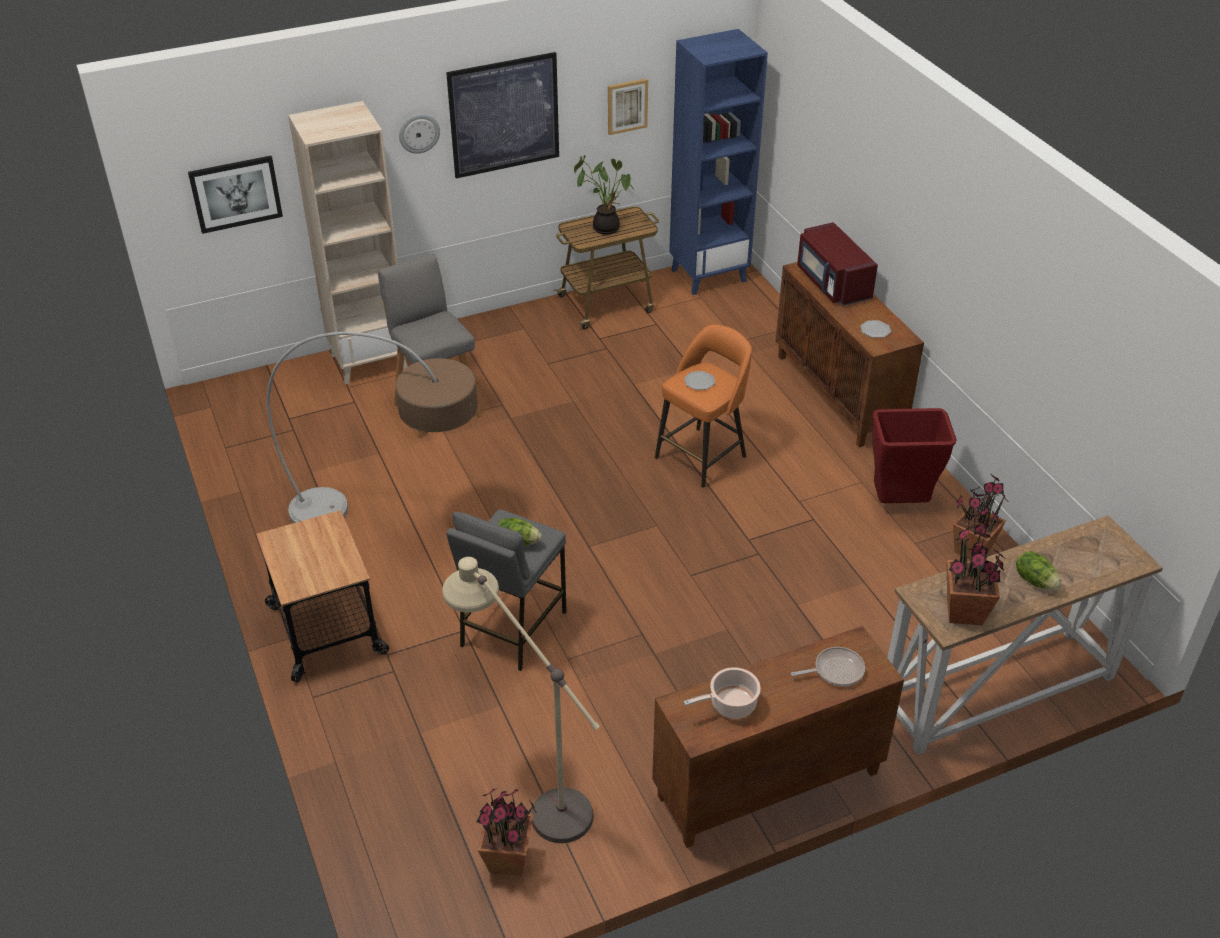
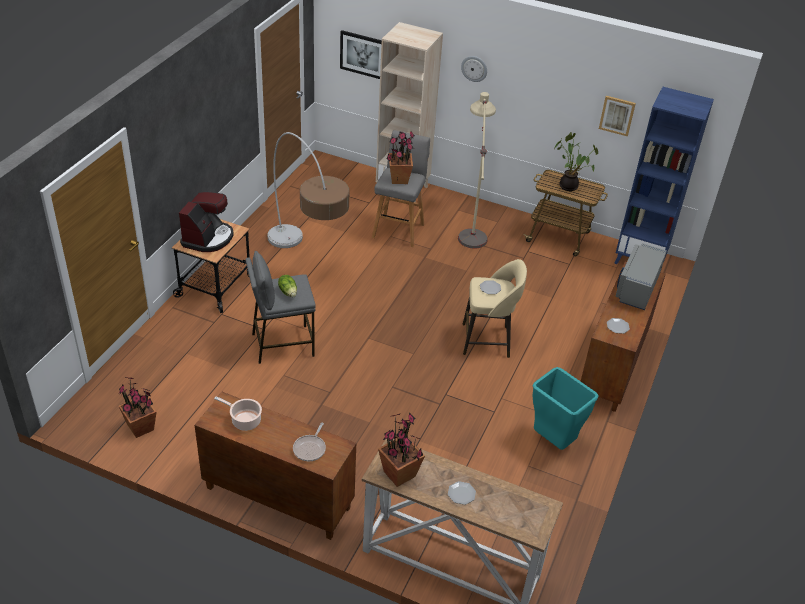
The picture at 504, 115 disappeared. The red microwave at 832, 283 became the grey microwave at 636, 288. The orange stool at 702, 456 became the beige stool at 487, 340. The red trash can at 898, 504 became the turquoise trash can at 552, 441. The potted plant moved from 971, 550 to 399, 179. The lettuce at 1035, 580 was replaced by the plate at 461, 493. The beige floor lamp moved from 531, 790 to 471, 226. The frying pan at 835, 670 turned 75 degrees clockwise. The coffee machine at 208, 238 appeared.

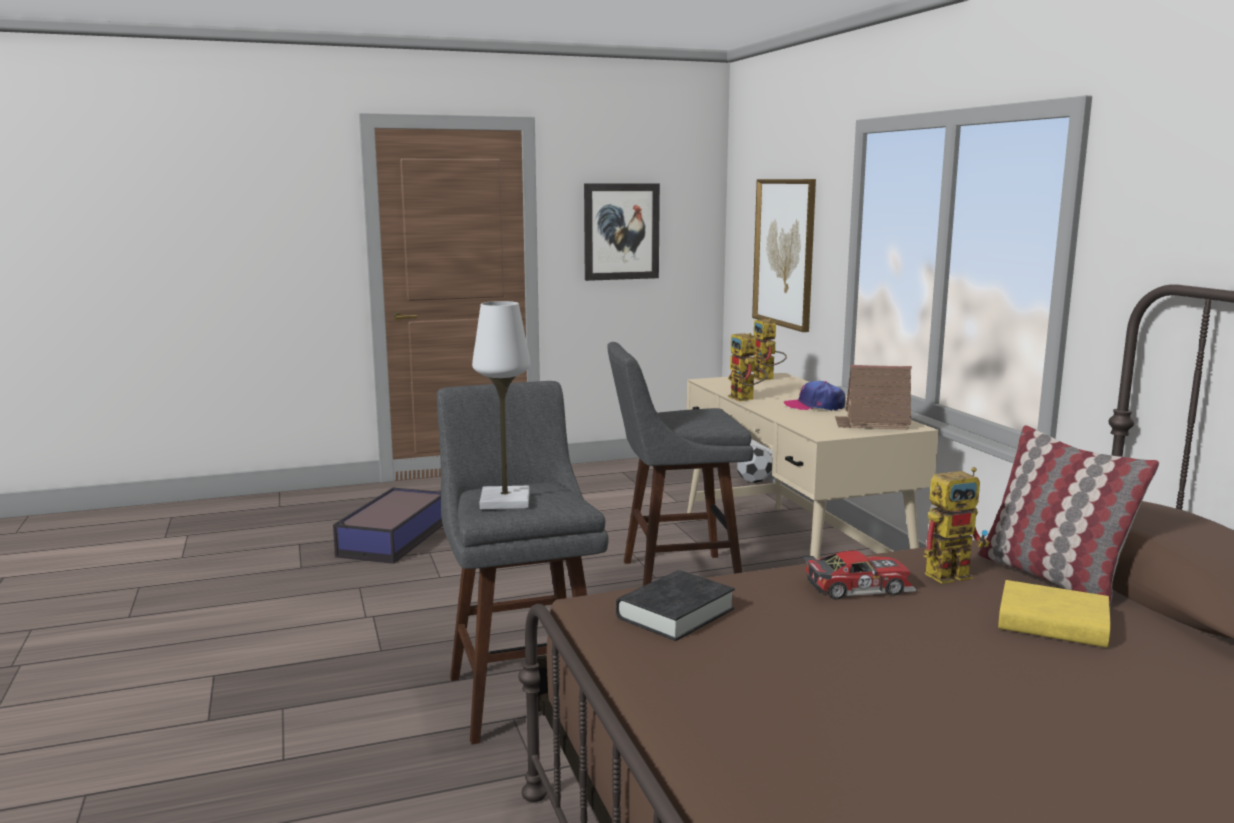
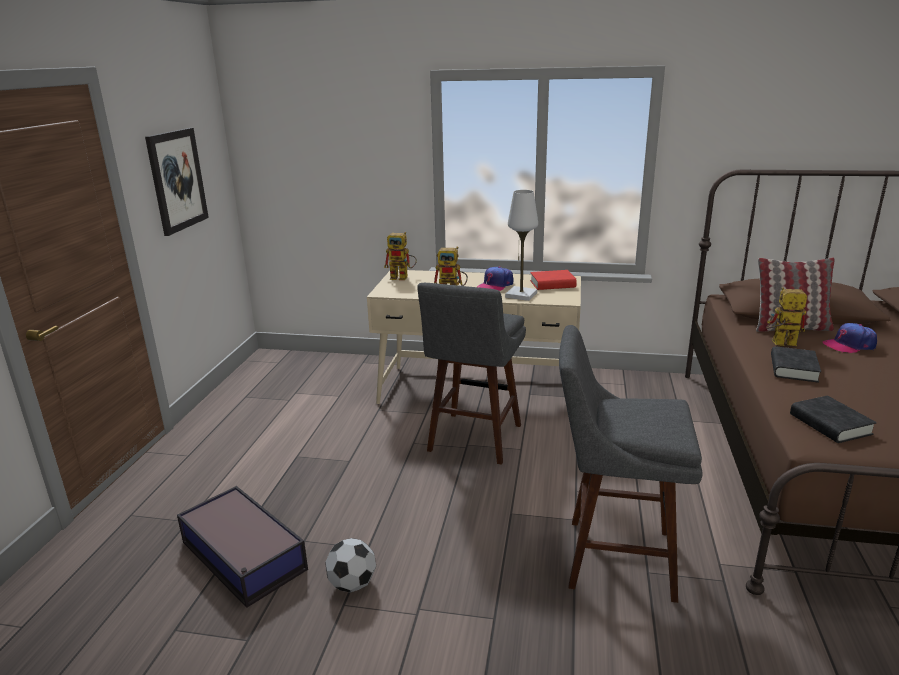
The picture at 784, 253 disappeared. The white table lamp moved from 505, 501 to 521, 295. The toy house at 872, 423 was replaced by the red book at 552, 284. The football moved from 753, 481 to 352, 584. The toy robot at 953, 573 turned 90 degrees counterclockwise. The toy car at 856, 586 was replaced by the black book at 793, 369. The yellow book at 1052, 624 was replaced by the cap at 849, 345.

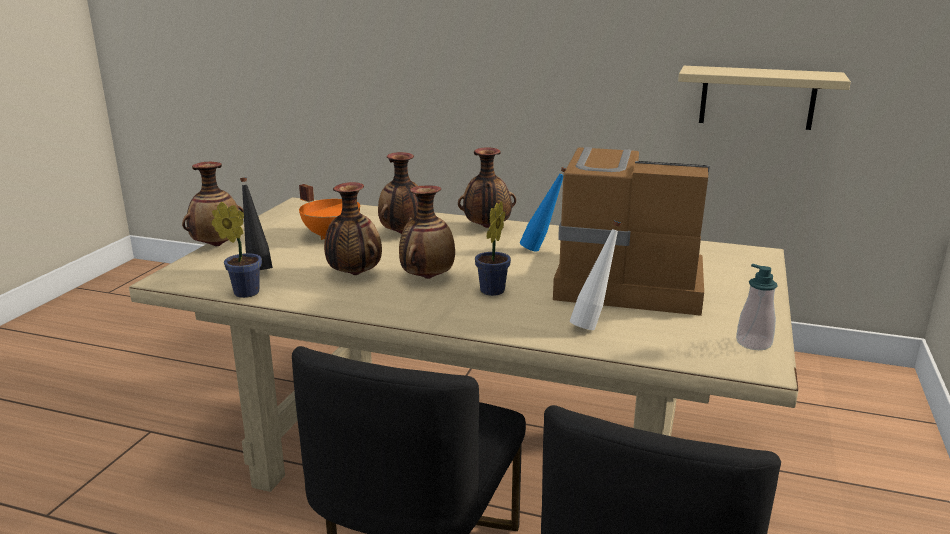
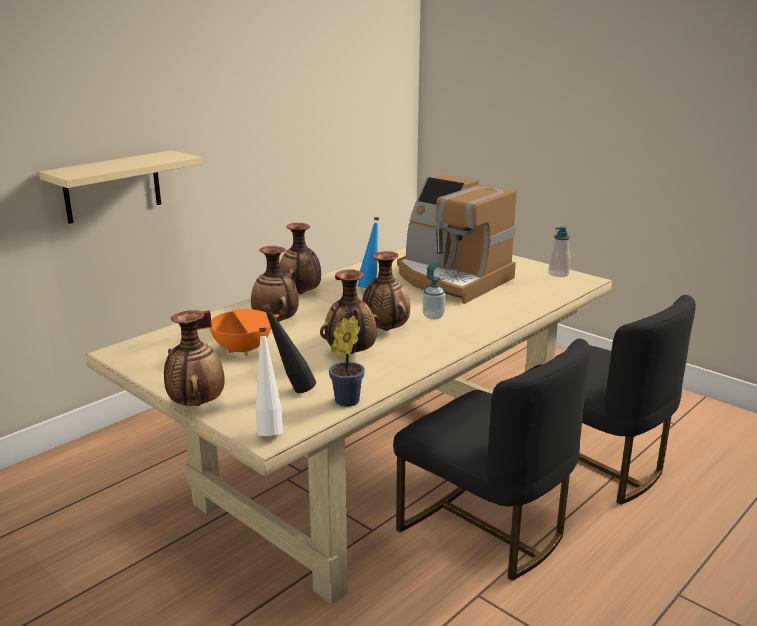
The beige shelf moved from 757, 97 to 112, 187. The coffee machine at 626, 282 turned 90 degrees counterclockwise. The potted plant at 490, 292 was replaced by the soap dispenser at 433, 316. The white bottle moved from 593, 325 to 269, 429.

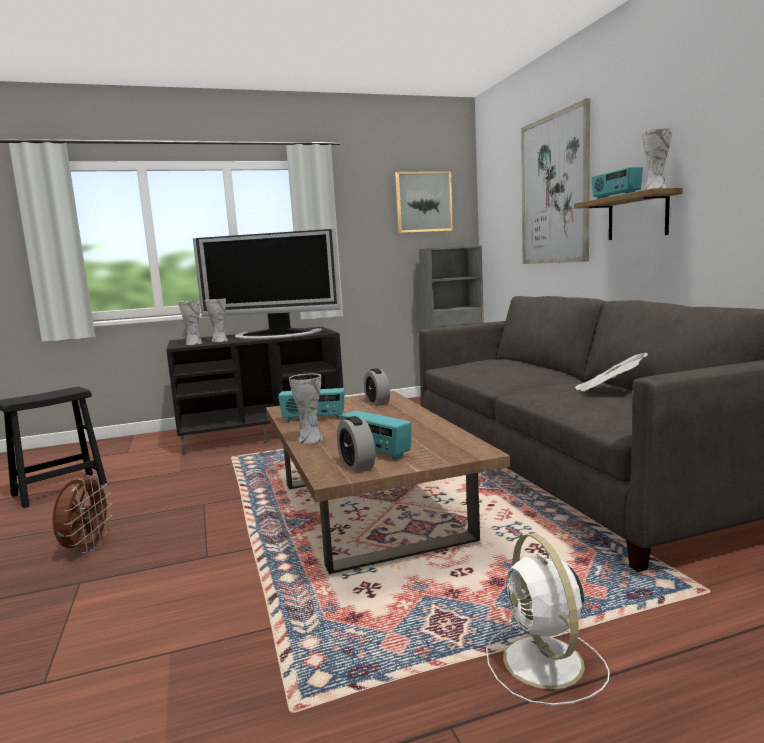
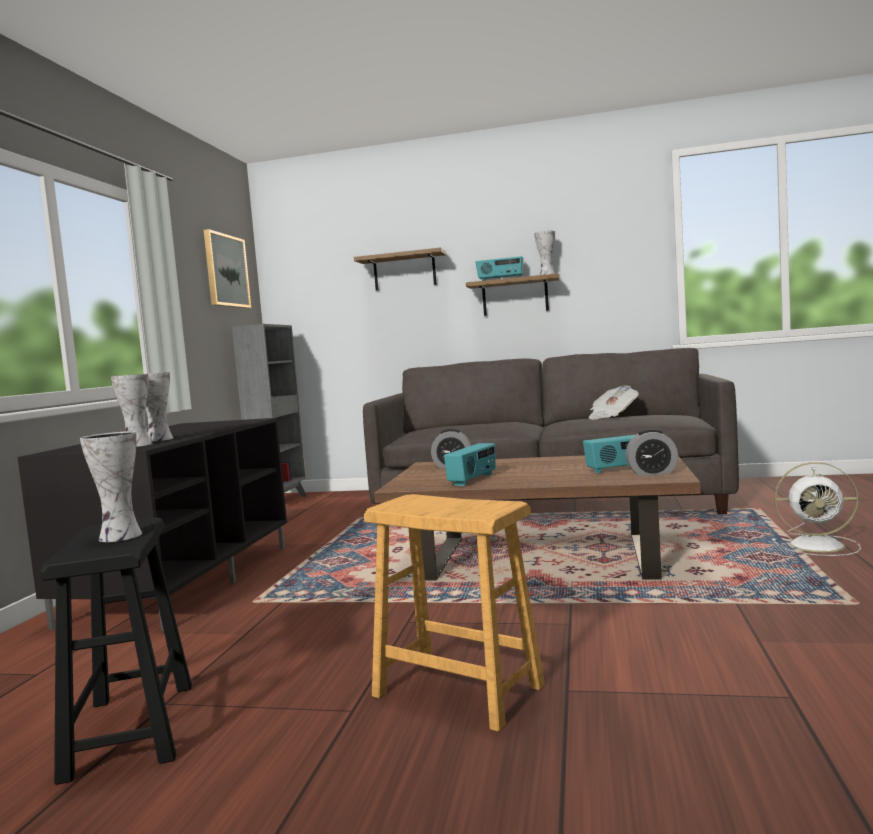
The picture at 554, 190 was replaced by the shelf at 404, 271. The television at 275, 334 disappeared. The vase moved from 309, 439 to 118, 537. The brown fan at 86, 548 was replaced by the brown stool at 457, 691.

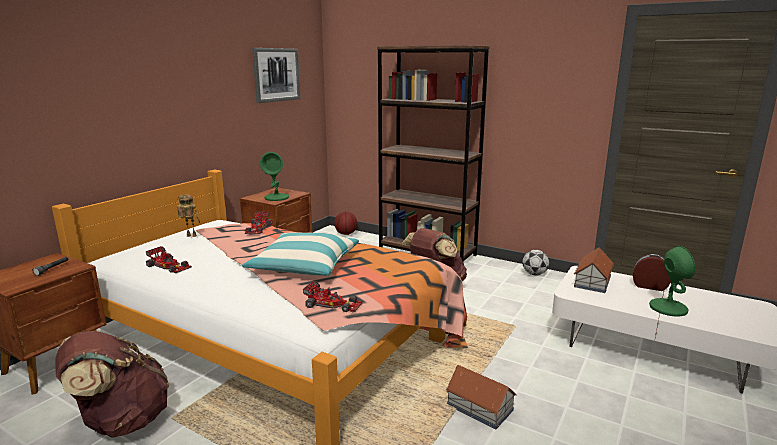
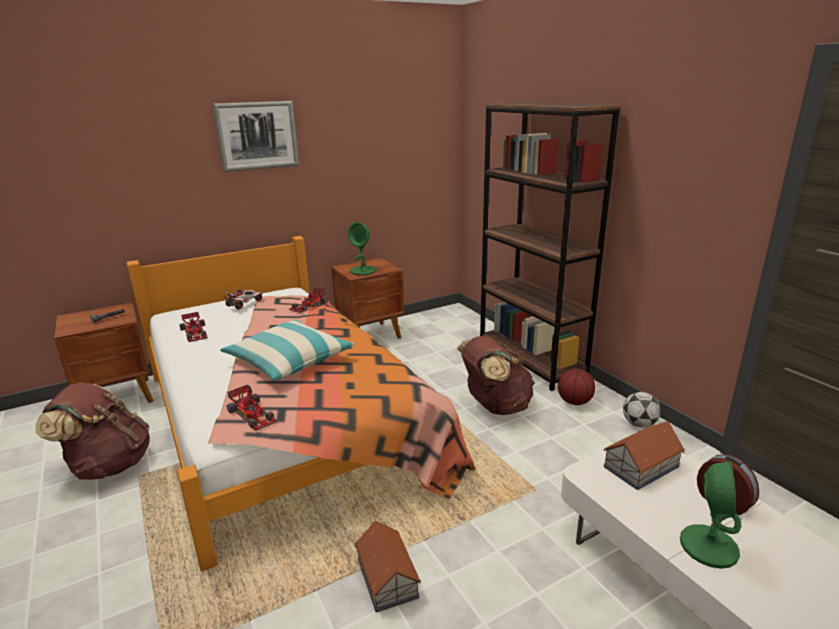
The picture moved from 276, 75 to 257, 135. The toy robot at 190, 236 was replaced by the toy car at 244, 303. The basketball moved from 346, 234 to 575, 402.

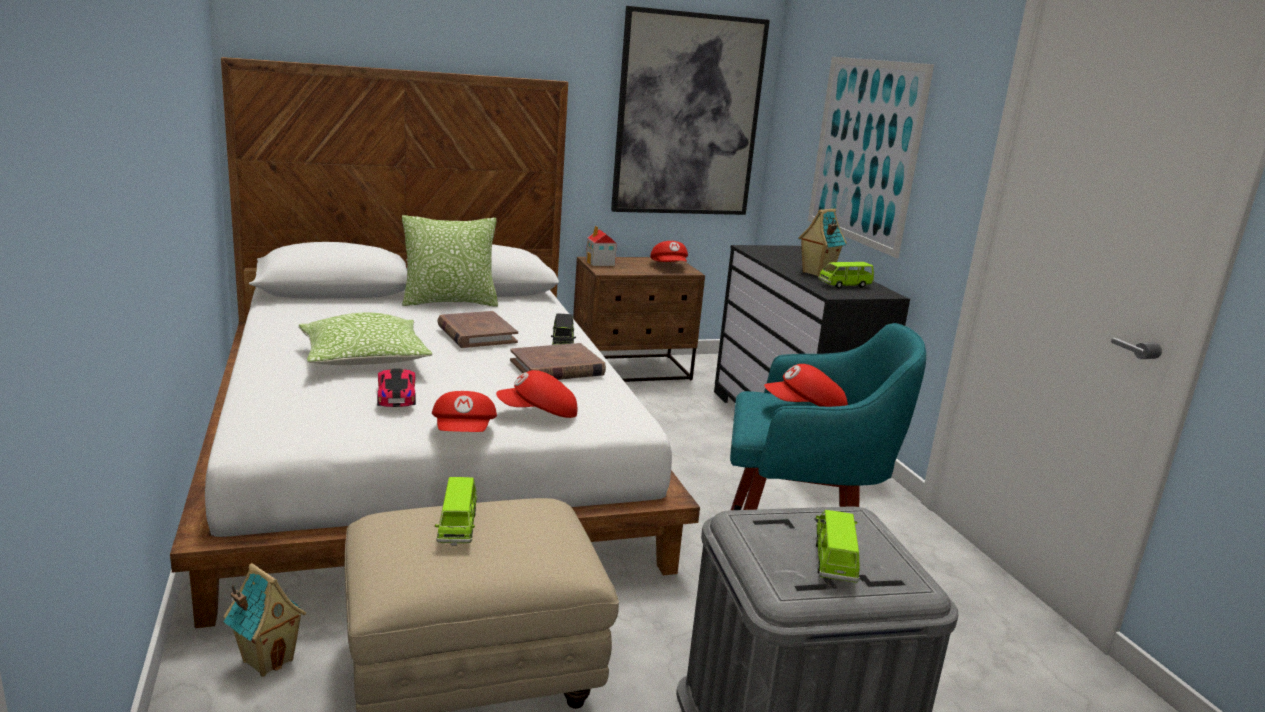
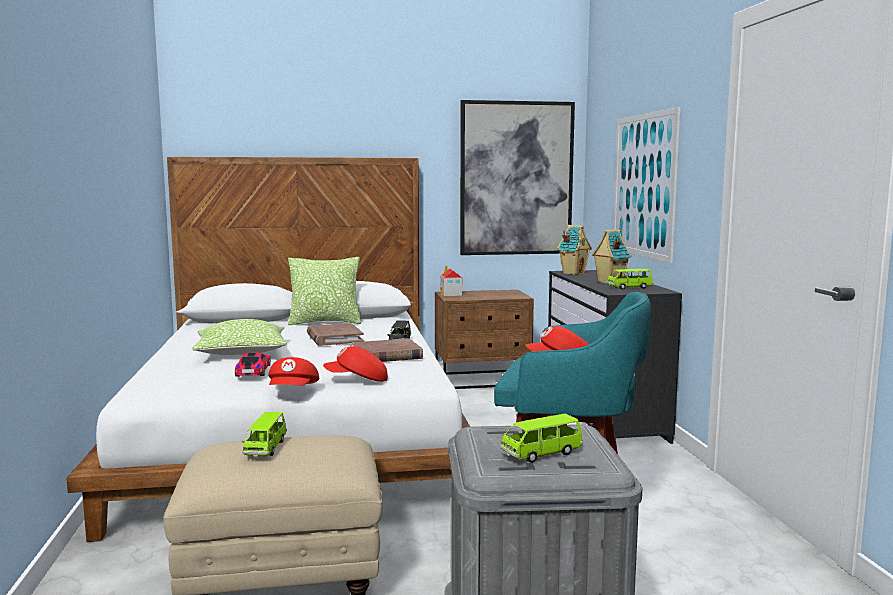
The red cap at 669, 266 disappeared. The green toy car at 834, 561 turned 135 degrees counterclockwise. The toy house moved from 268, 660 to 573, 273.

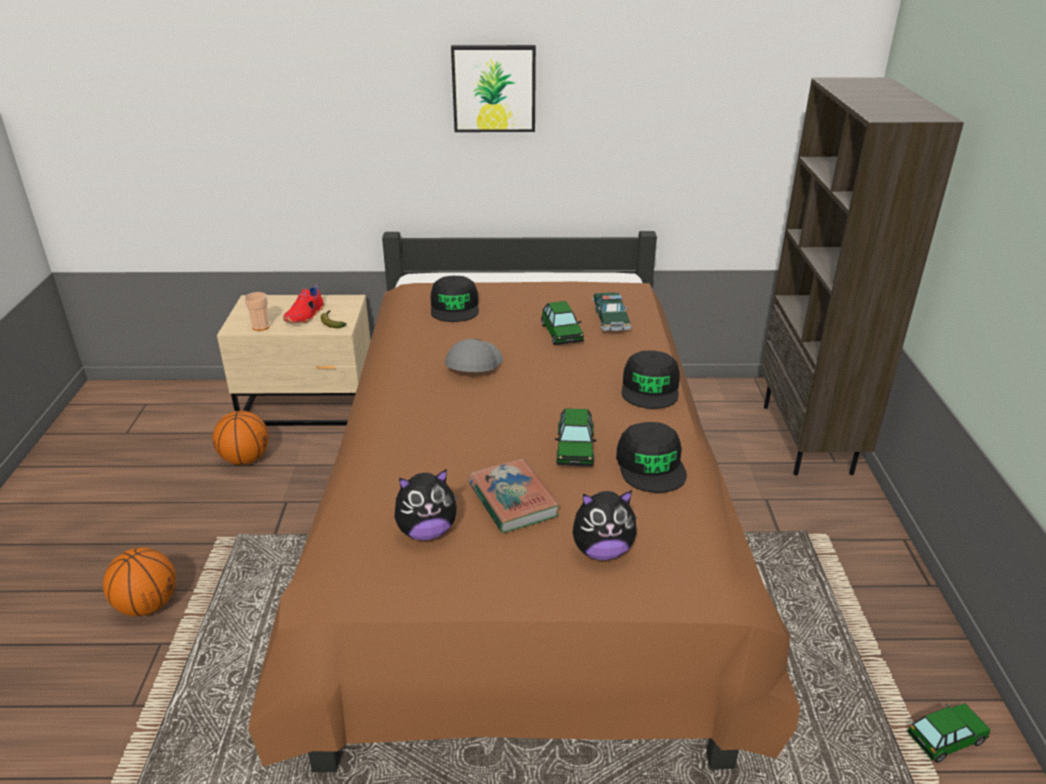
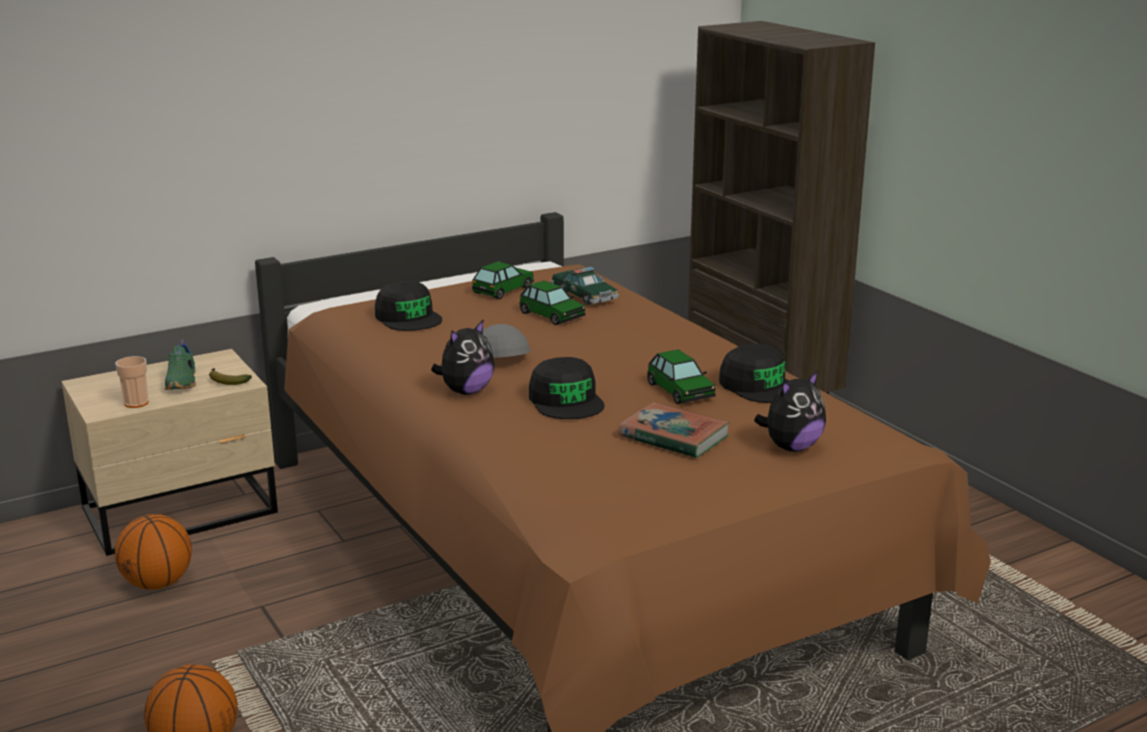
The picture at 494, 88 disappeared. The red shoe at 306, 316 became the green shoe at 182, 382. The black cap moved from 650, 388 to 566, 401. The plush toy moved from 426, 531 to 466, 391. The toy car moved from 945, 738 to 503, 290.

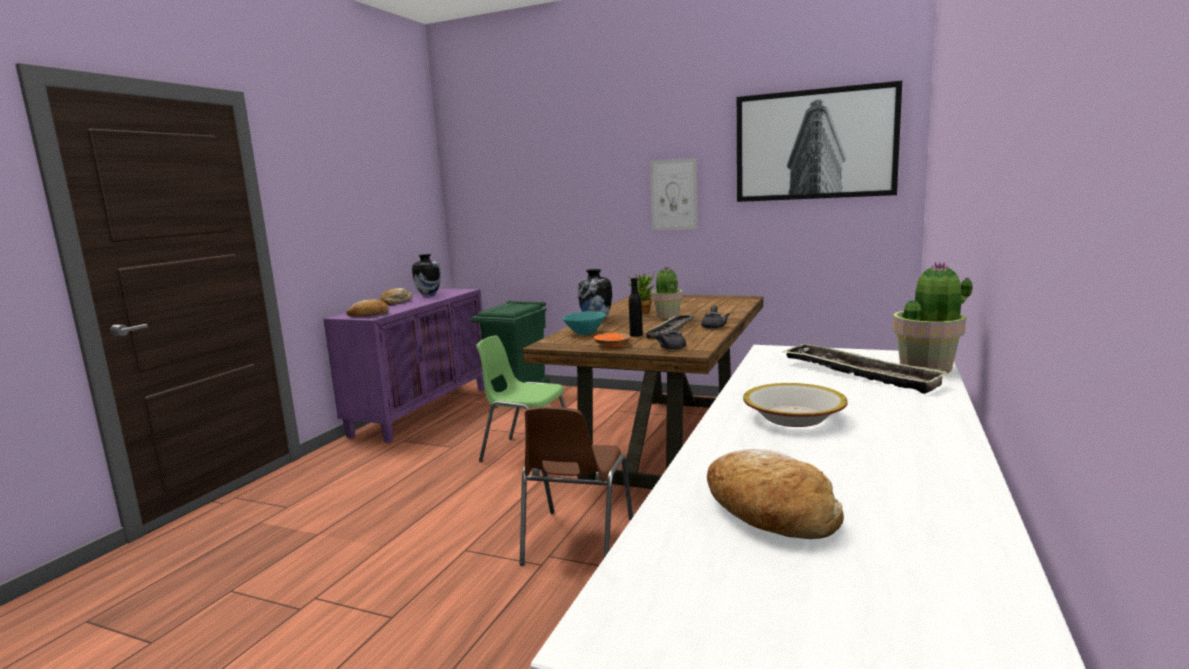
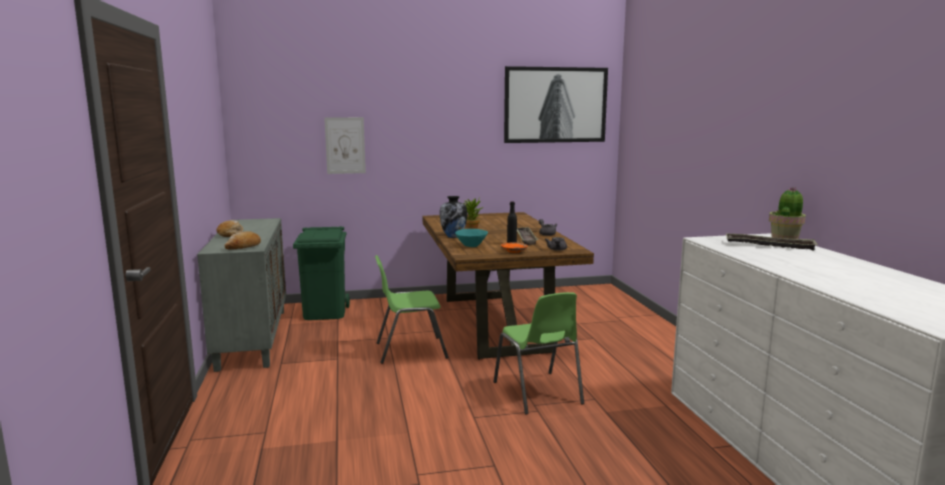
The picture moved from 673, 194 to 345, 145. The vase at 428, 295 disappeared. The potted plant at 667, 316 disappeared. The purple cabinet at 422, 410 became the grey cabinet at 252, 338. The bowl at 794, 417 disappeared. The brown chair at 576, 542 became the green chair at 538, 393. The bread at 768, 513 disappeared.

